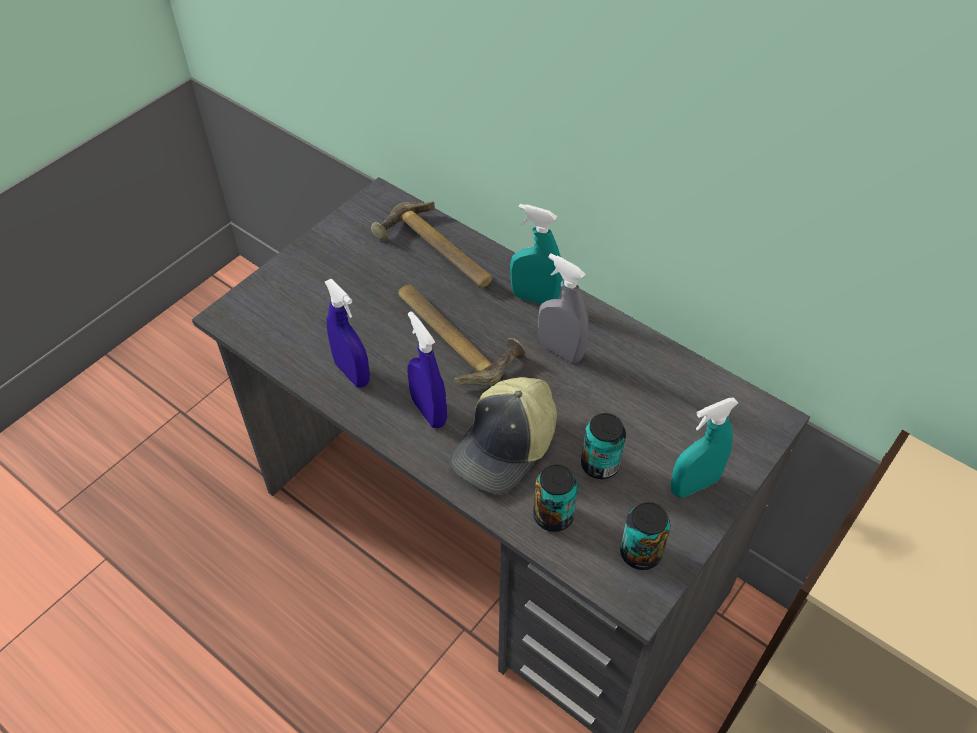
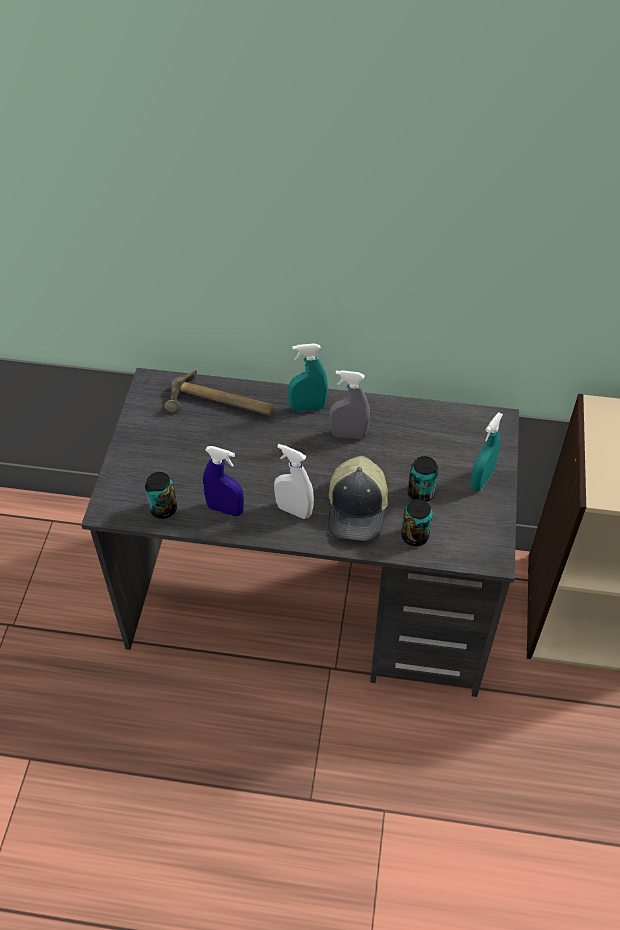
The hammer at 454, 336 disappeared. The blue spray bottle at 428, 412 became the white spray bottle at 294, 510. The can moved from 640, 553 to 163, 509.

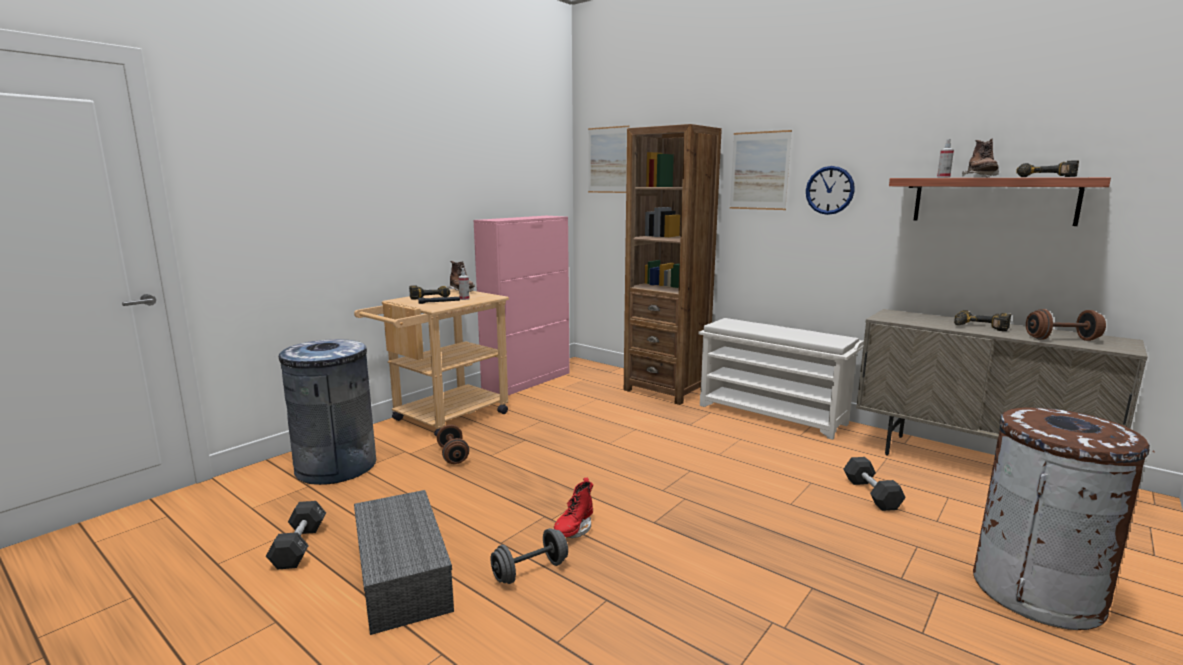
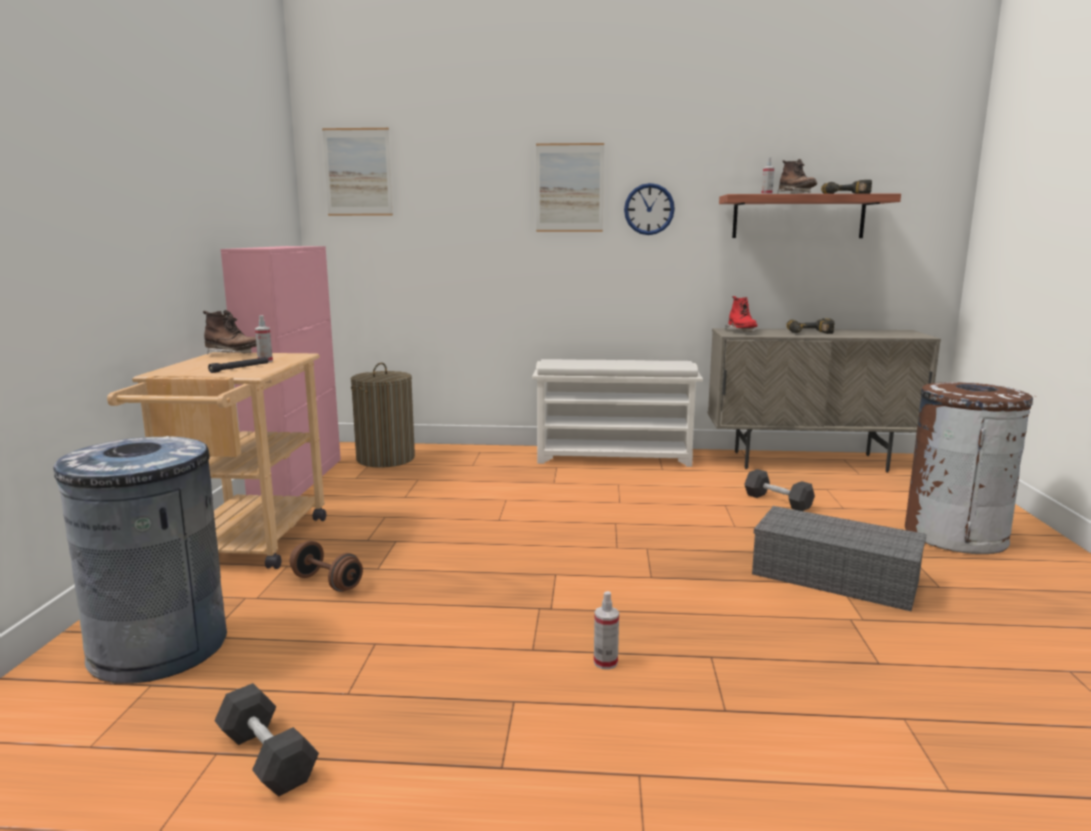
The brown bookcase at 666, 390 disappeared. The power drill at 429, 296 disappeared. The brown dumbbell at 1061, 339 disappeared. The red boot moved from 573, 530 to 741, 331. The grey storage box moved from 404, 576 to 837, 577. The grey dumbbell at 530, 571 was replaced by the spray bottle at 605, 662. The laundry basket at 386, 459 appeared.

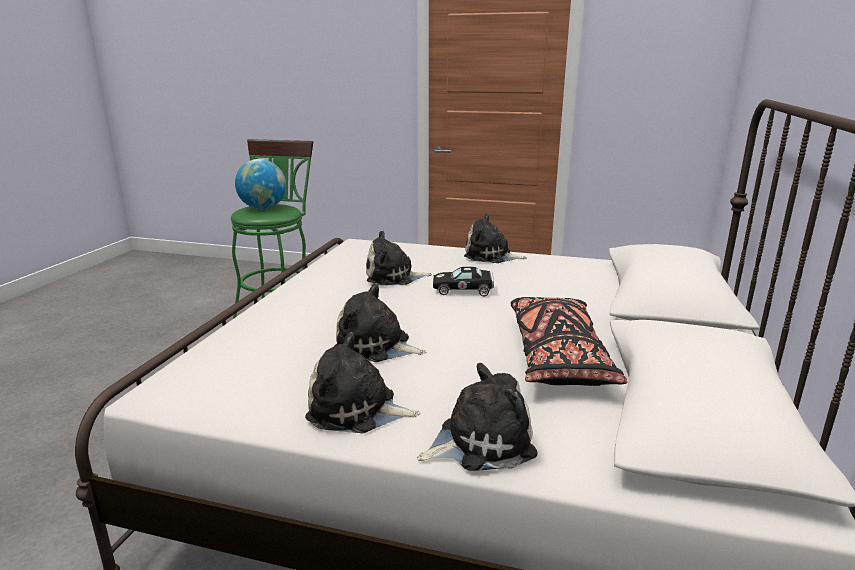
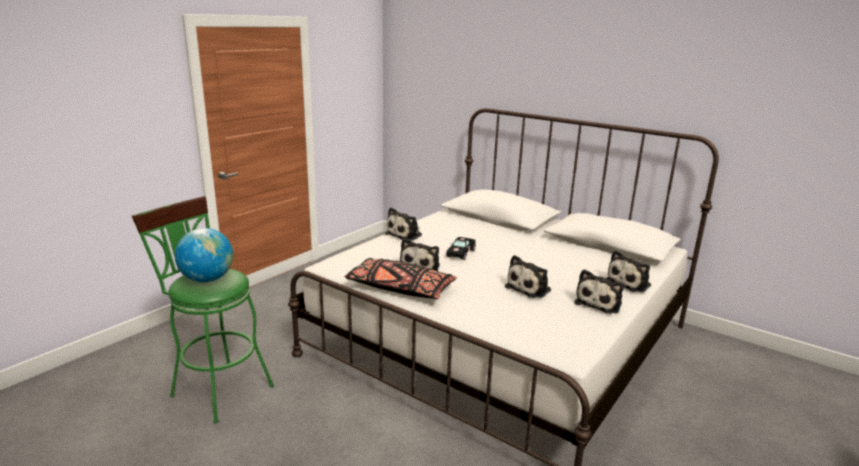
The black pillow moved from 558, 356 to 399, 289. The plush toy at 480, 442 turned 135 degrees counterclockwise.

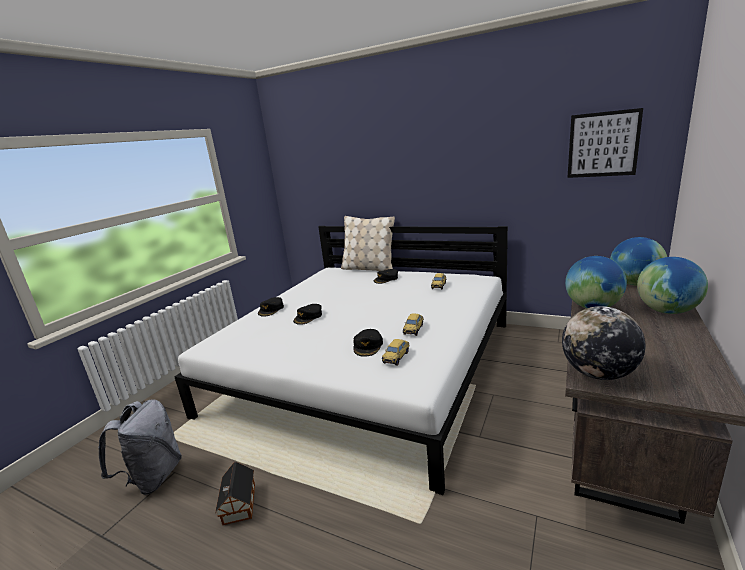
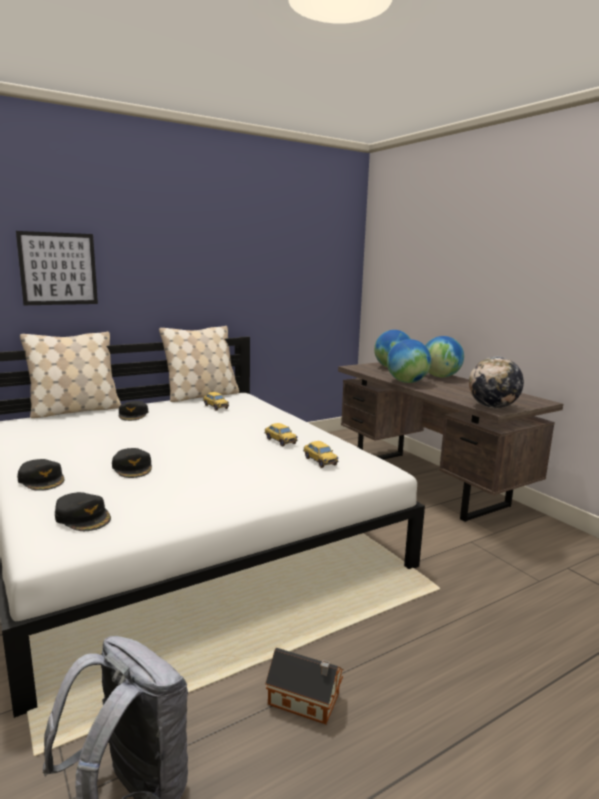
The picture moved from 603, 144 to 58, 269. The black cap moved from 368, 346 to 83, 517. The beige pillow at 201, 396 appeared.

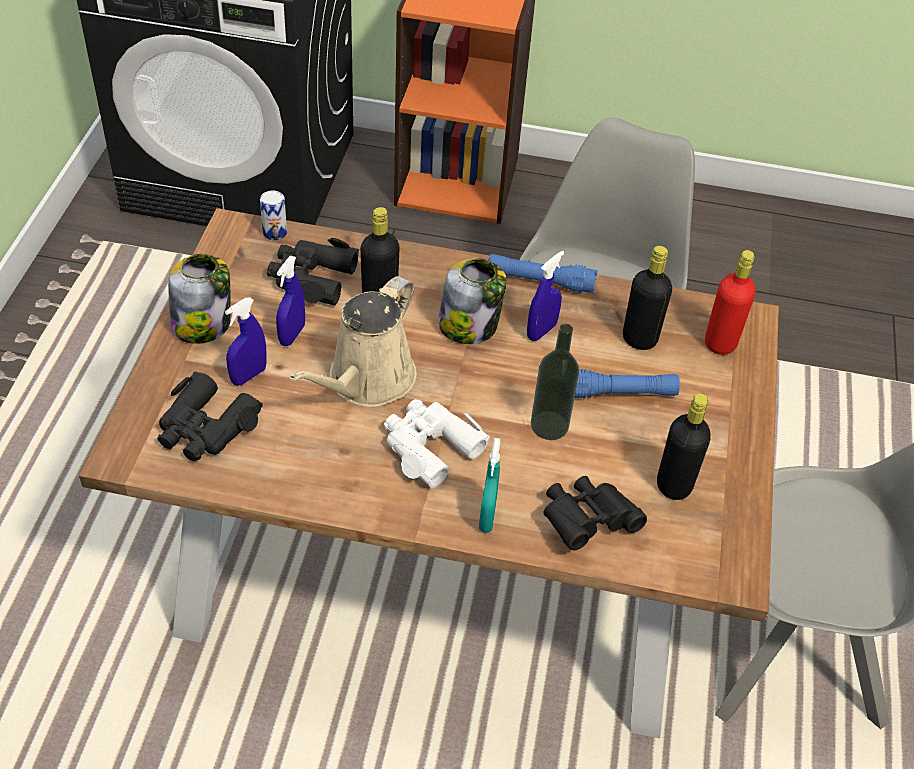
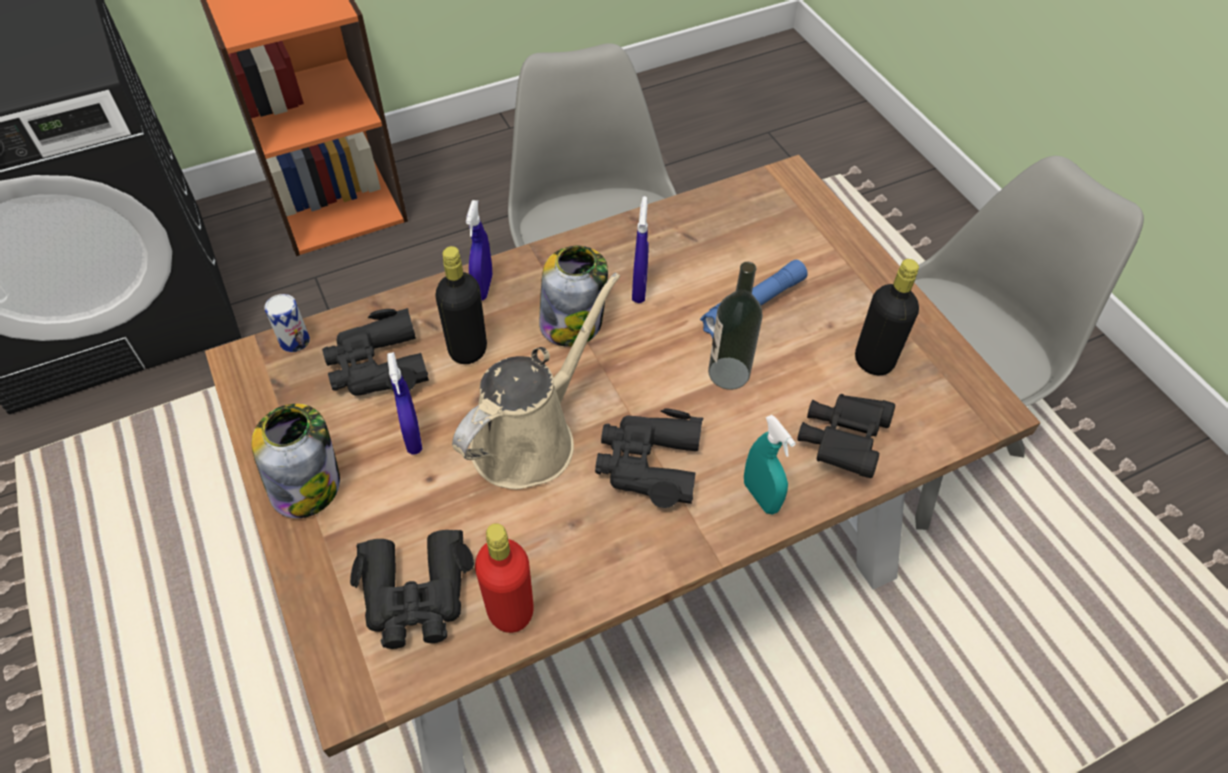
The black bottle at 639, 339 disappeared. The red bottle moved from 720, 343 to 510, 610. The blue flashlight at 540, 281 disappeared. The beige watering can at 366, 381 turned 135 degrees counterclockwise. The blue spray bottle moved from 248, 375 to 483, 287. The white binoculars at 430, 446 became the black binoculars at 648, 463.

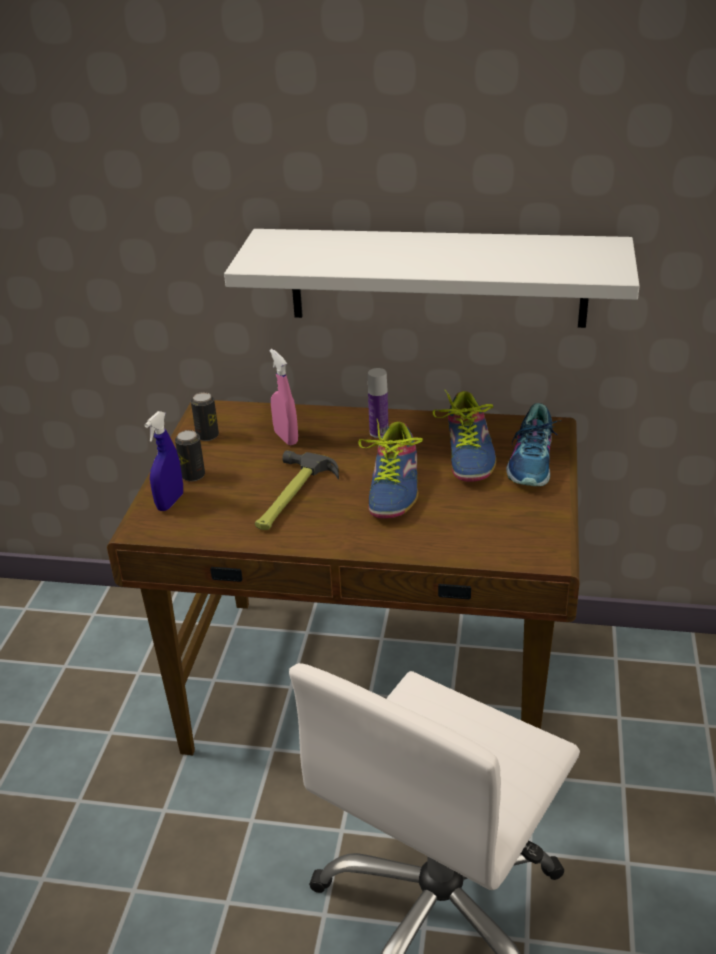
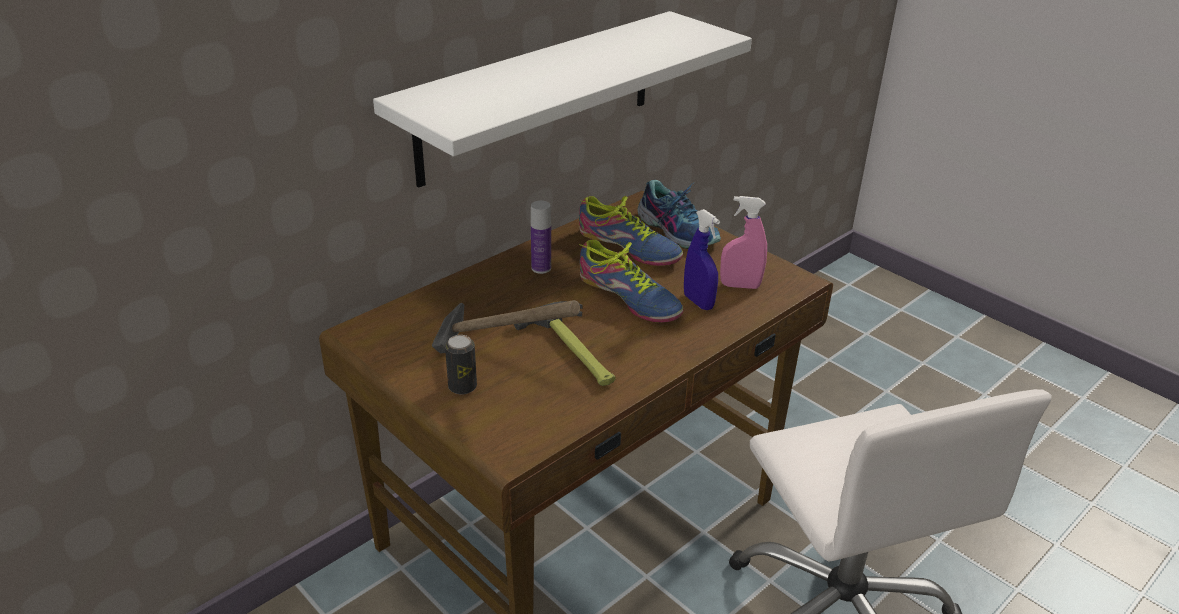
The pink spray bottle moved from 286, 438 to 740, 285. The can at 207, 436 disappeared. The blue spray bottle moved from 170, 502 to 698, 302. The hammer at 501, 363 appeared.

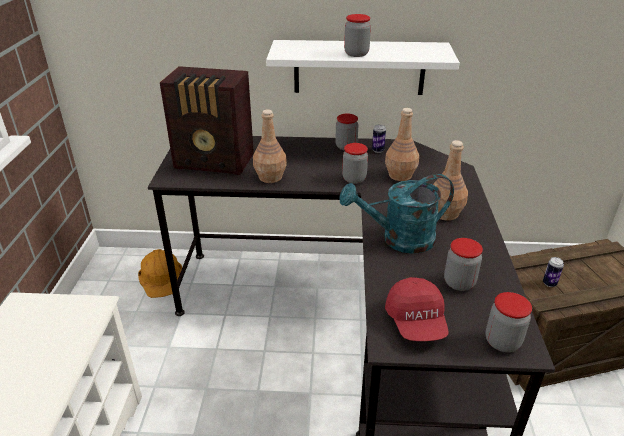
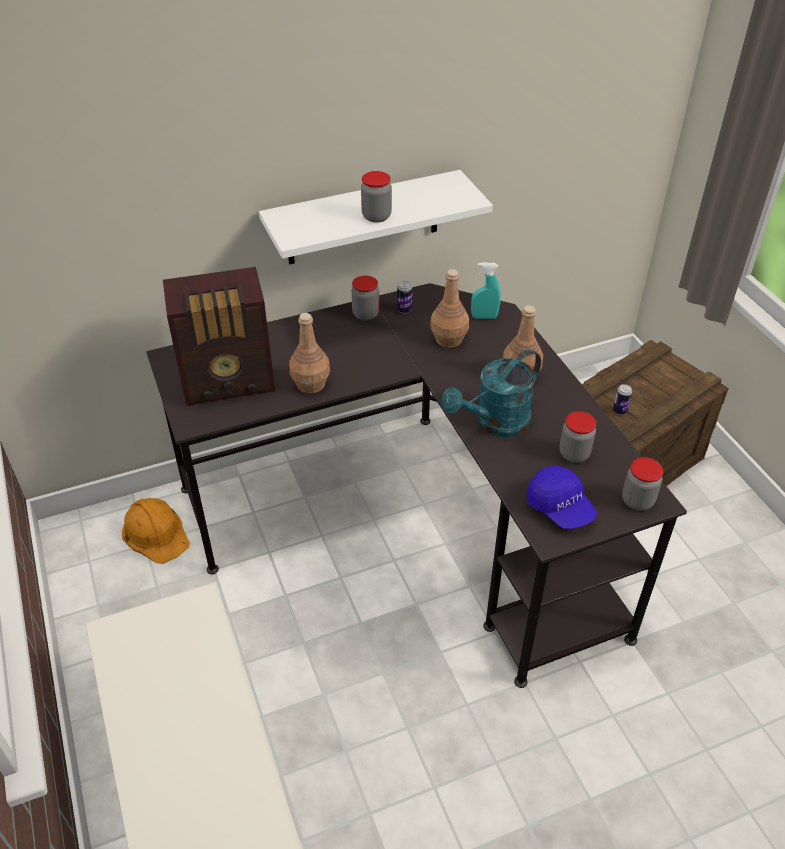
The jar at 354, 179 disappeared. The red cap at 416, 322 became the blue cap at 560, 508. The turquoise spray bottle at 484, 317 appeared.

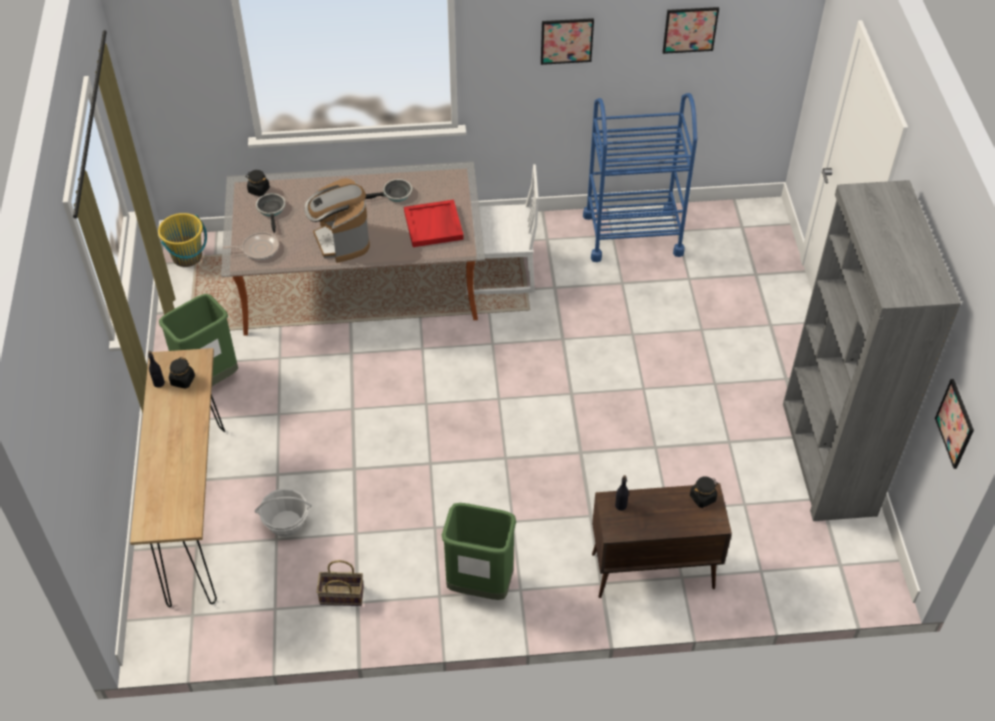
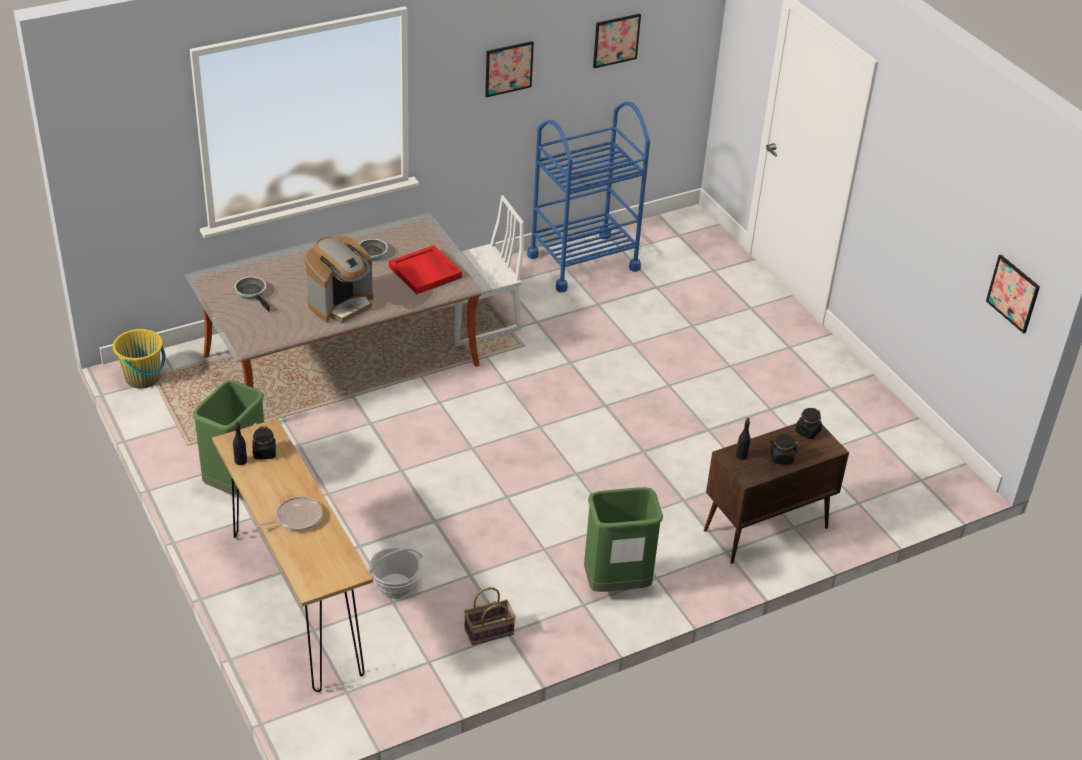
The black jar moved from 258, 190 to 781, 458. The coffee machine at 341, 241 turned 90 degrees counterclockwise. The grey bookcase at 827, 459 disappeared. The frying pan moved from 258, 249 to 296, 518.

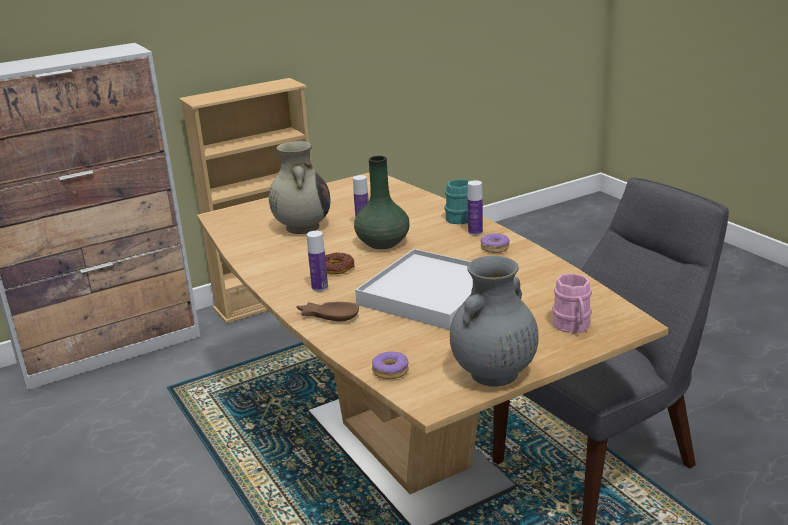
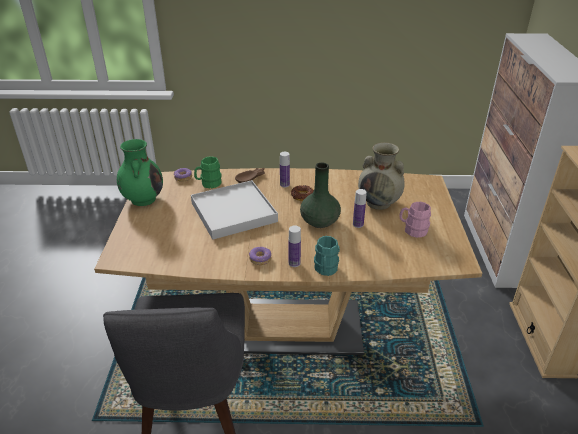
The grey vase at 493, 374 became the green vase at 143, 199. The pink mug moved from 573, 327 to 412, 230. The green mug at 208, 183 appeared.

